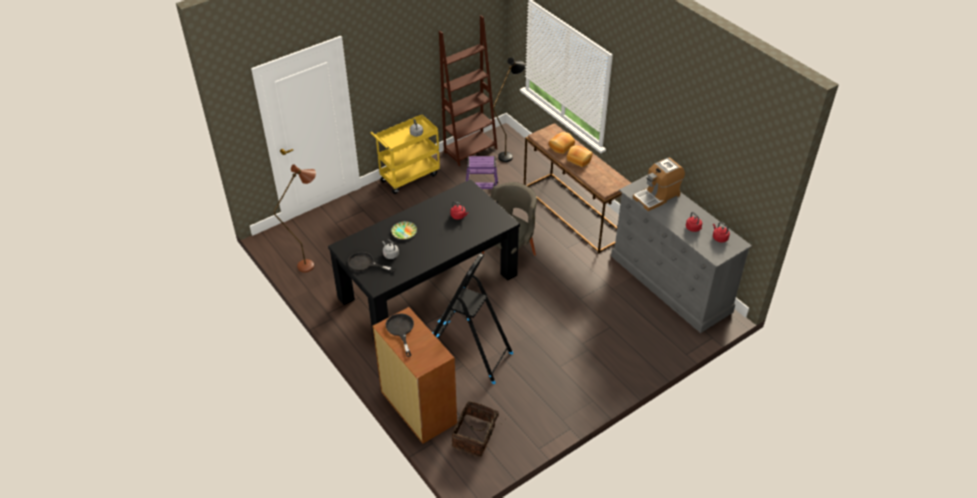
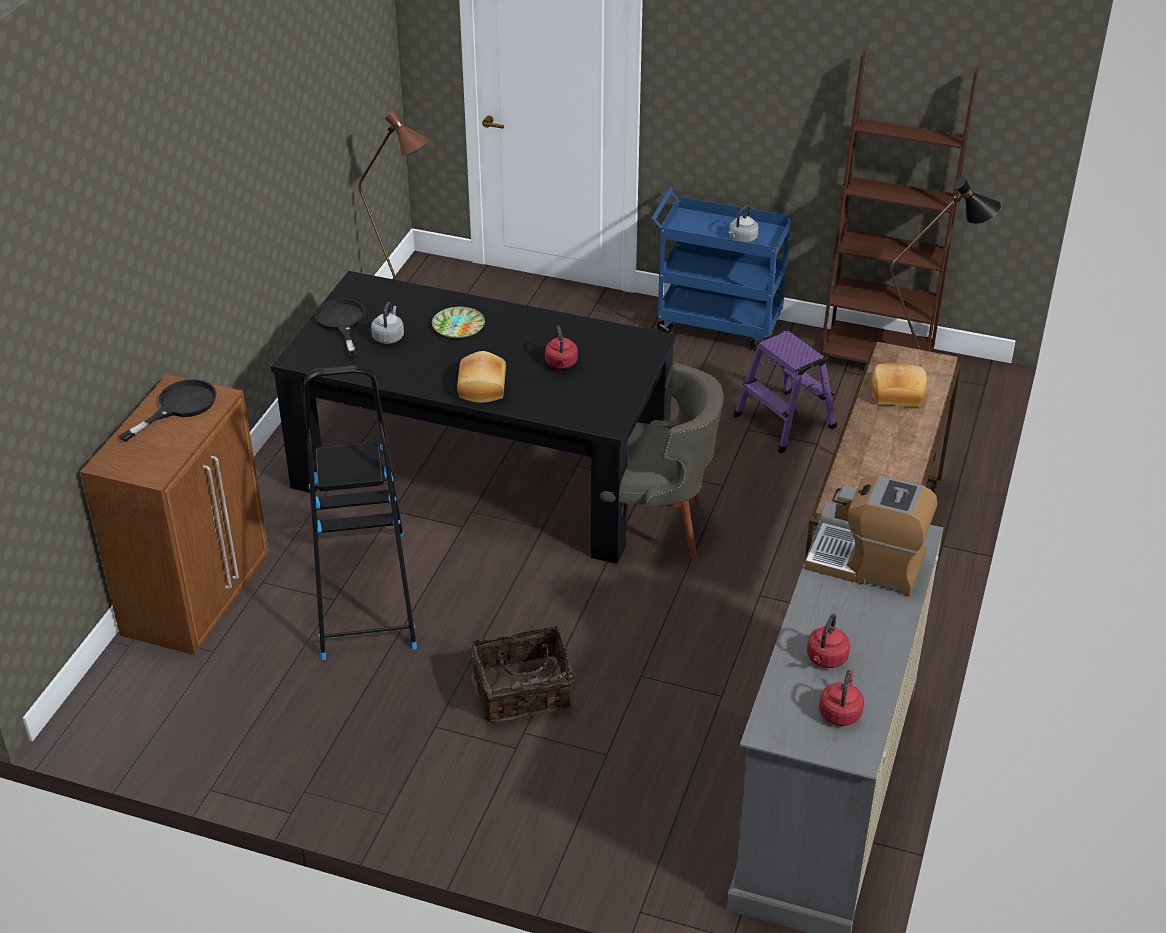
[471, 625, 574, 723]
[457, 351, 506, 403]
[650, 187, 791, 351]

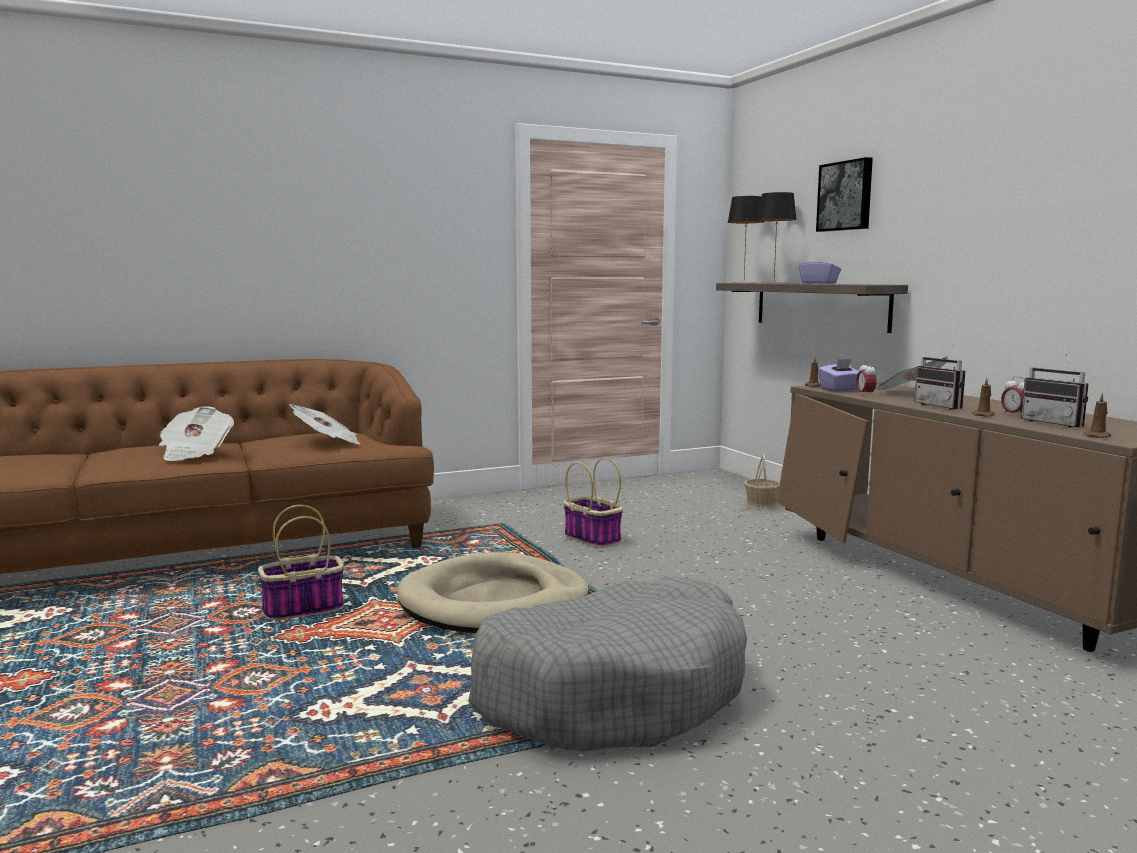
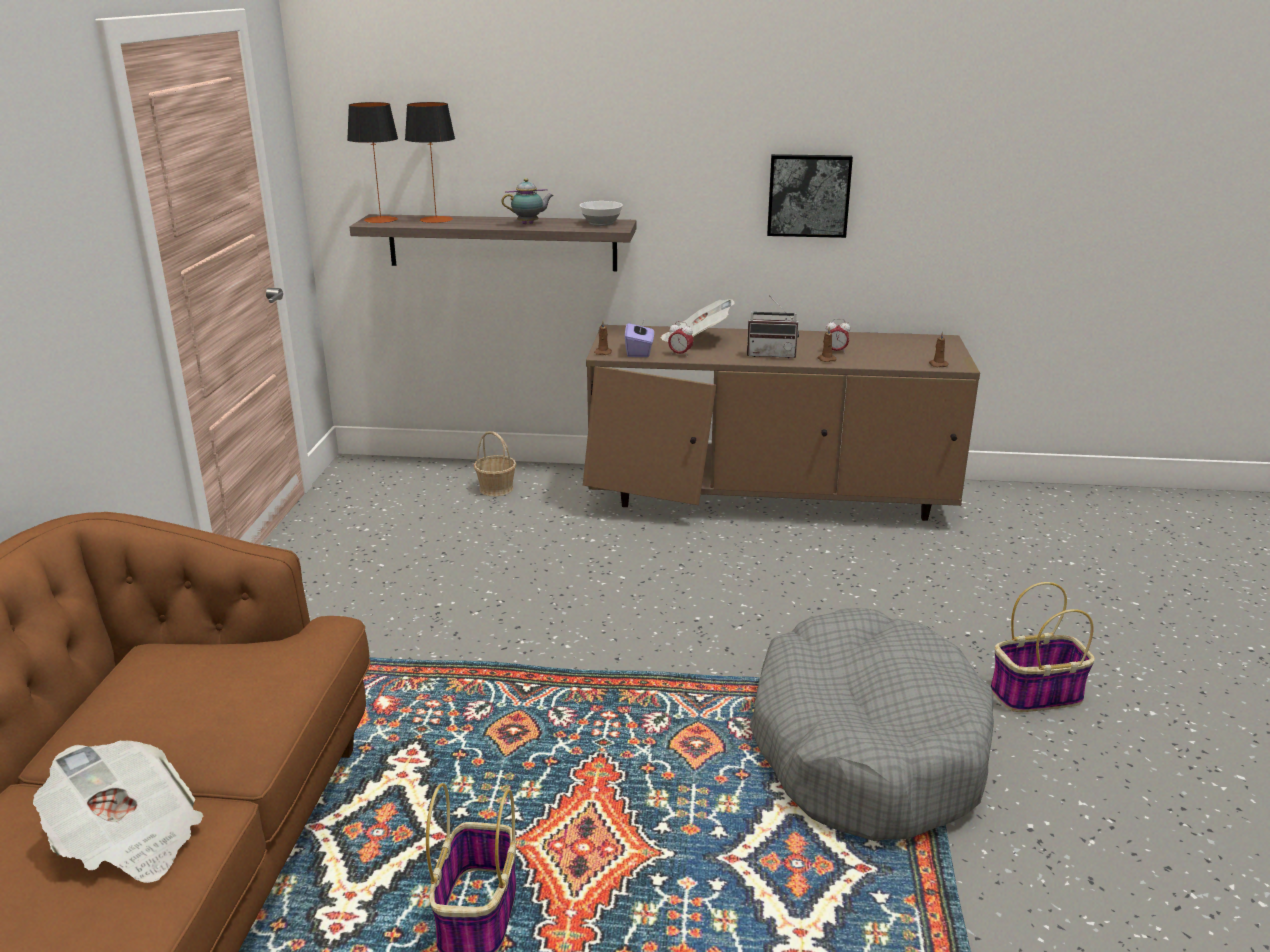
[289, 404, 360, 444] (first image)
[397, 552, 589, 633] (first image)
[1021, 354, 1088, 428] (first image)
[579, 201, 623, 226]
[991, 582, 1095, 712]
[767, 154, 853, 238]
[502, 178, 554, 224]

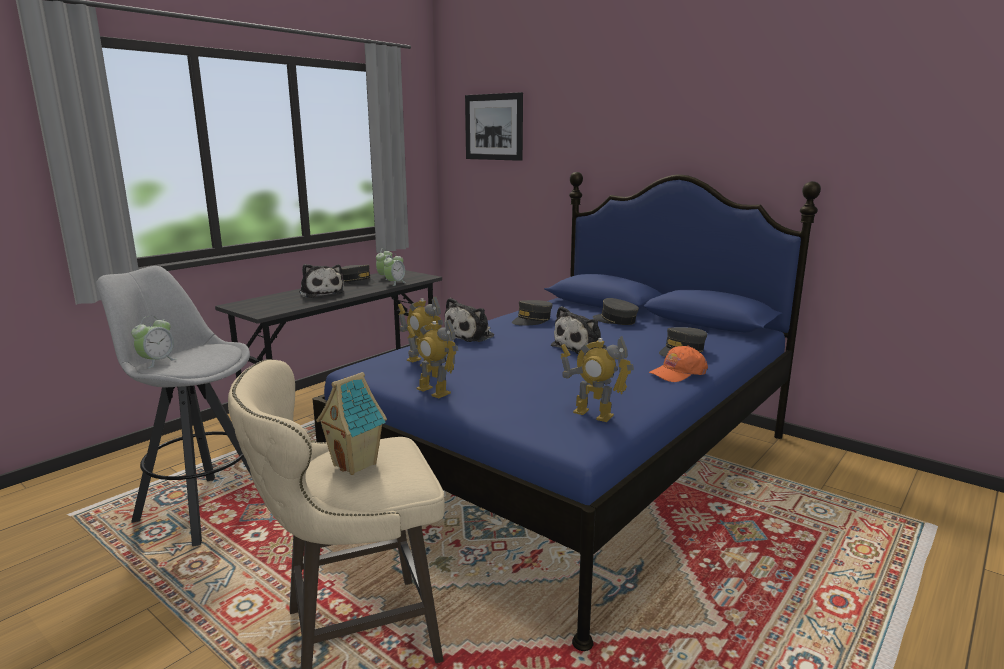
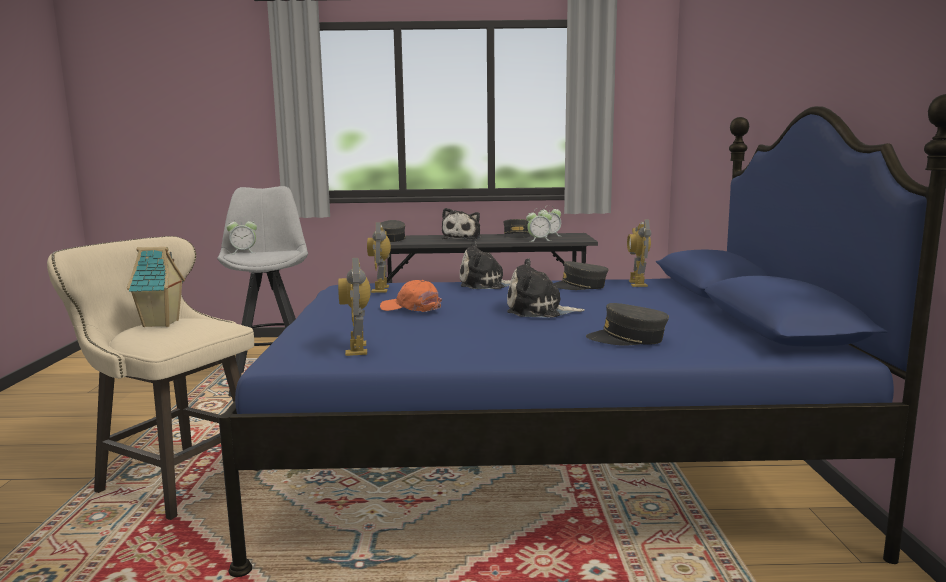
[465, 92, 523, 161] (first image)
[627, 219, 651, 287]
[381, 220, 406, 242]
[380, 280, 442, 312]

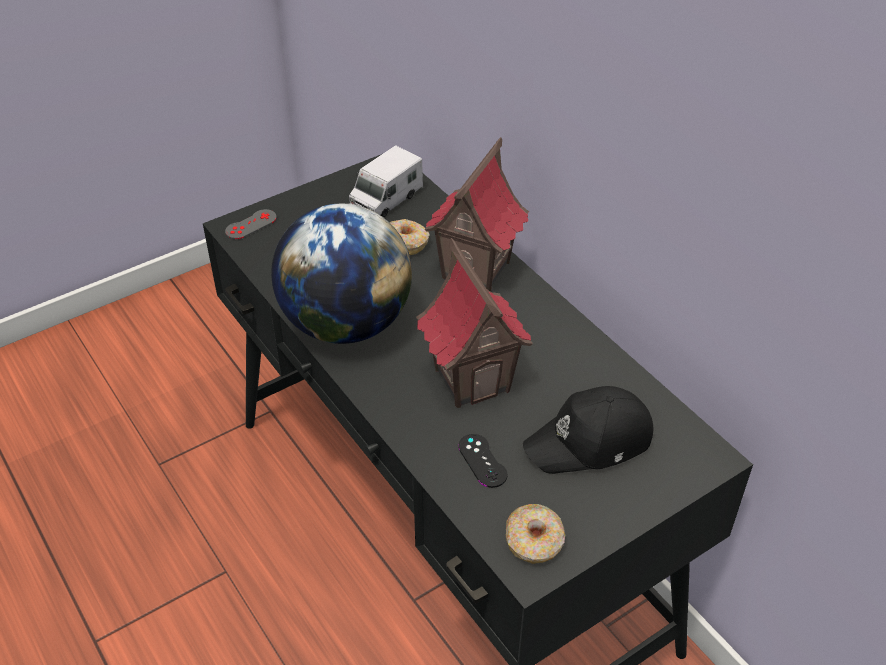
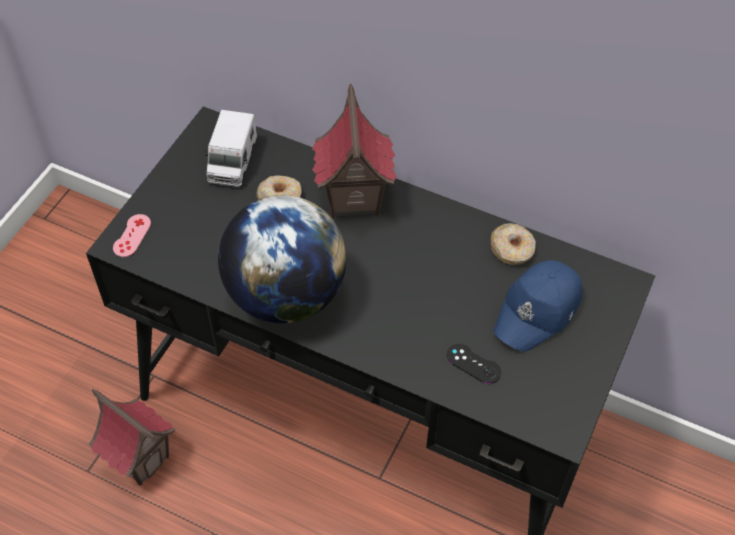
[88, 389, 175, 486]
[491, 223, 536, 265]
[113, 214, 151, 257]
[494, 260, 582, 352]

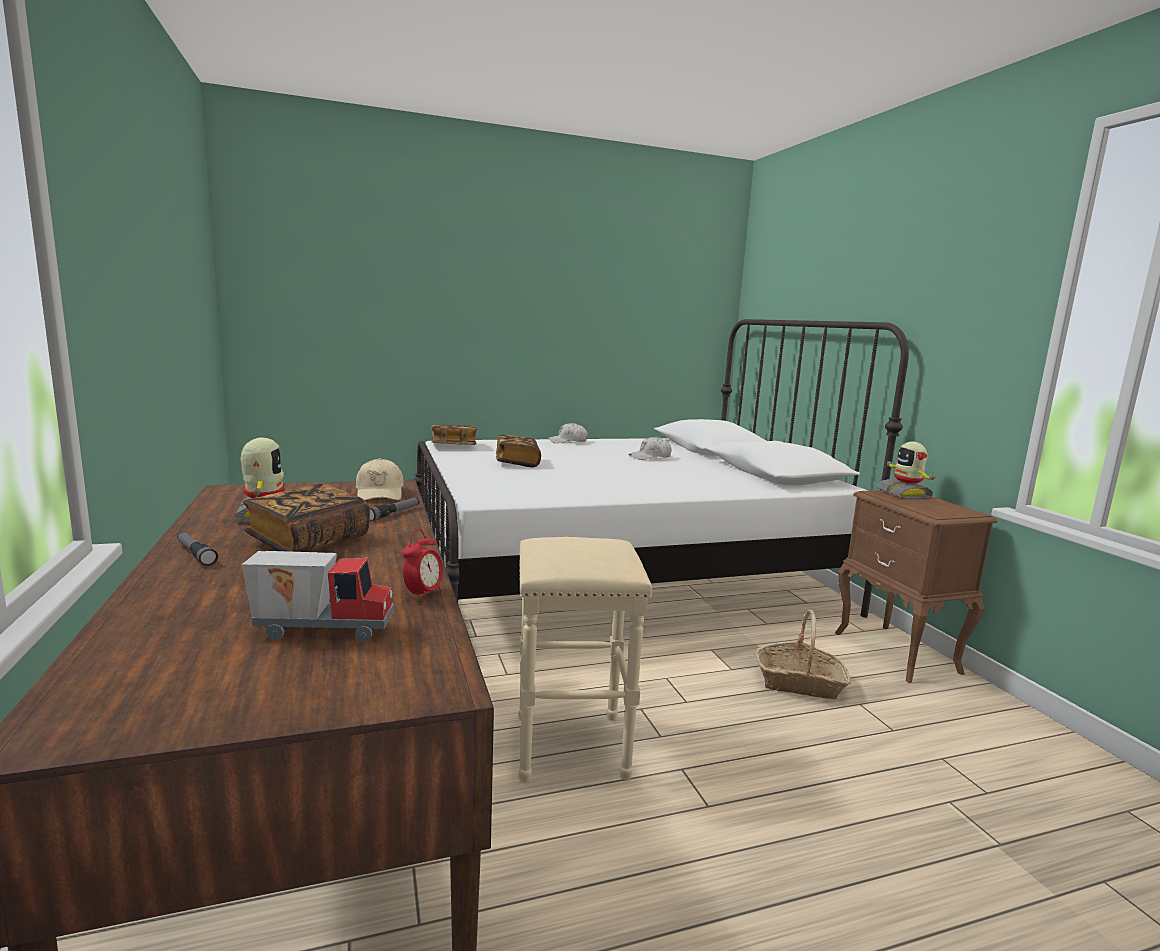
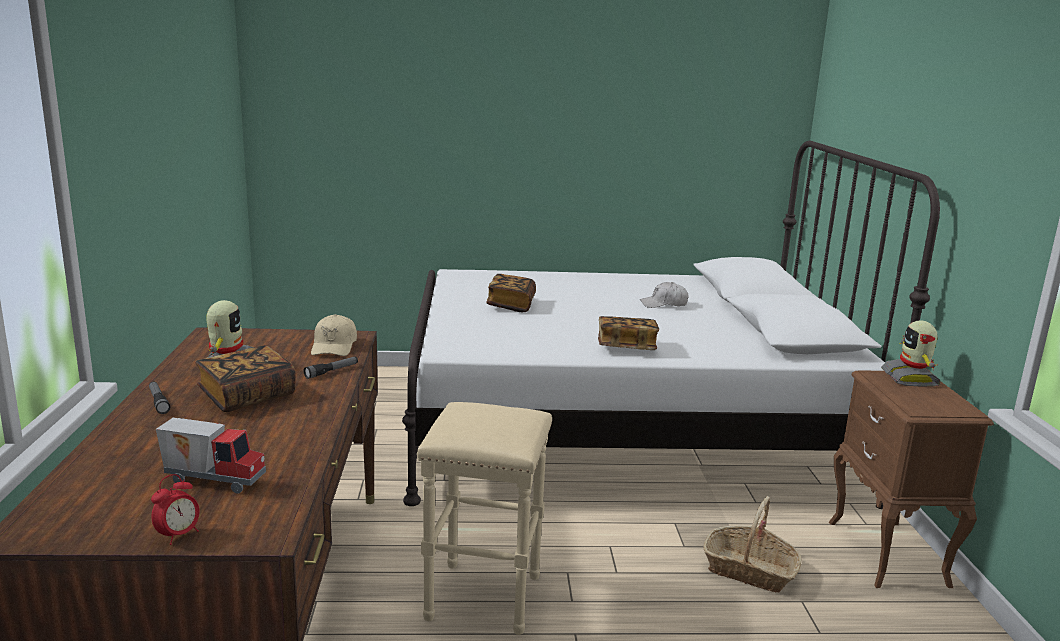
[548, 423, 588, 443] (first image)
[151, 474, 200, 545]
[598, 316, 659, 350]

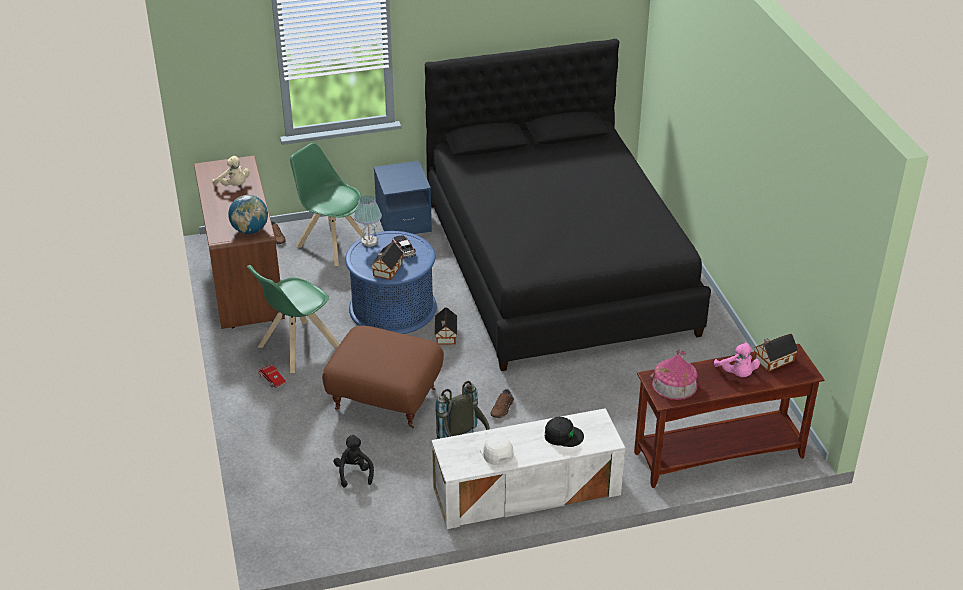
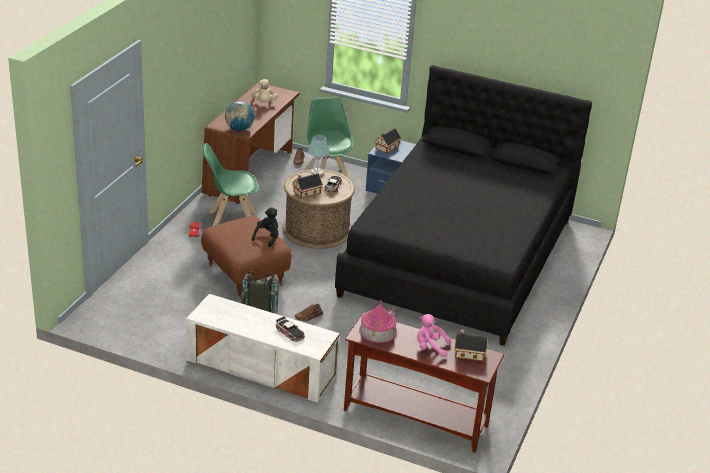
[480, 435, 513, 465] (first image)
[252, 207, 279, 247]
[374, 128, 401, 153]
[276, 317, 305, 342]
[283, 169, 355, 249]
[417, 314, 451, 357]

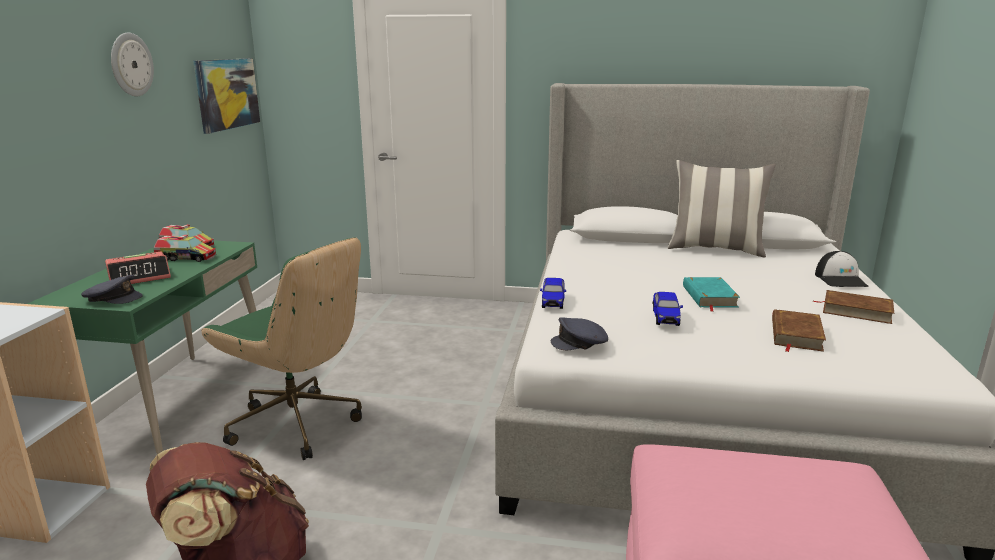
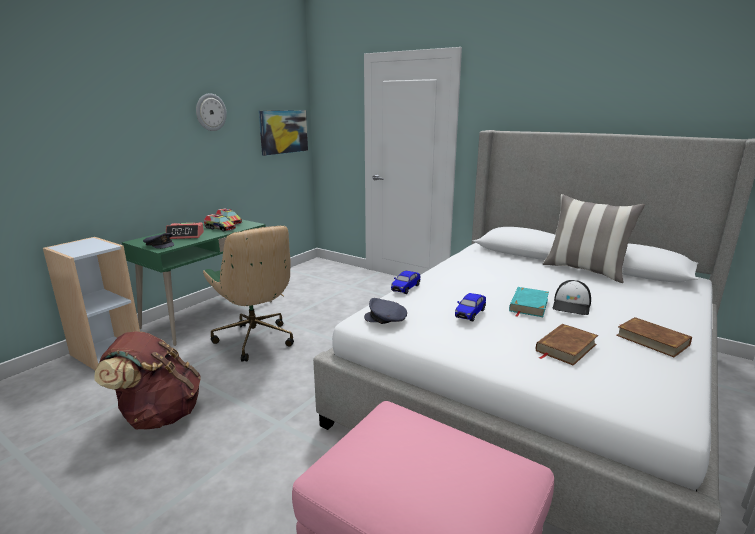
[553, 280, 591, 315]

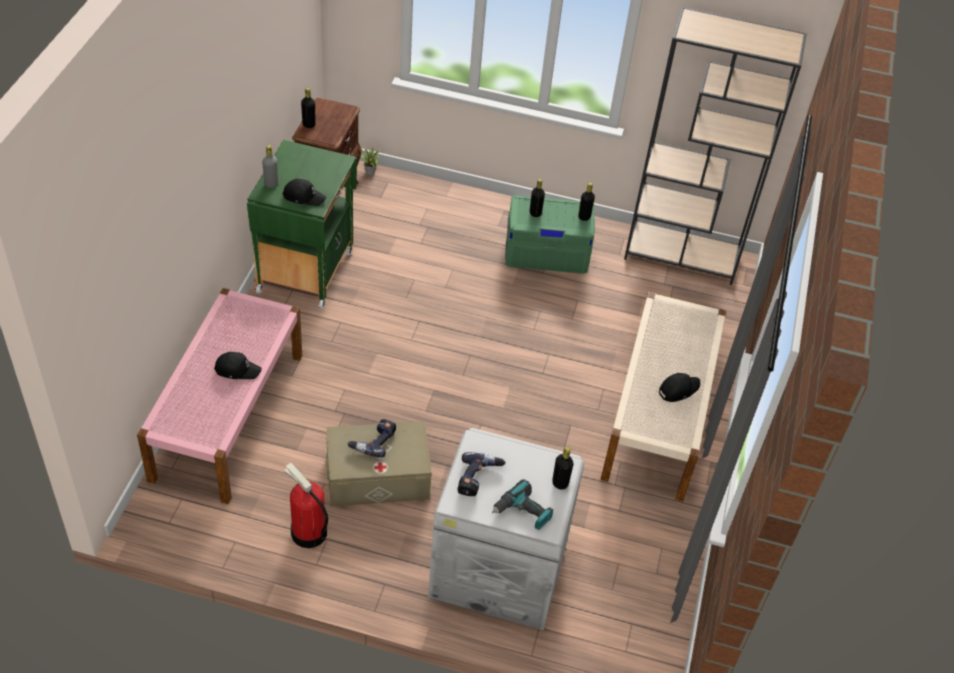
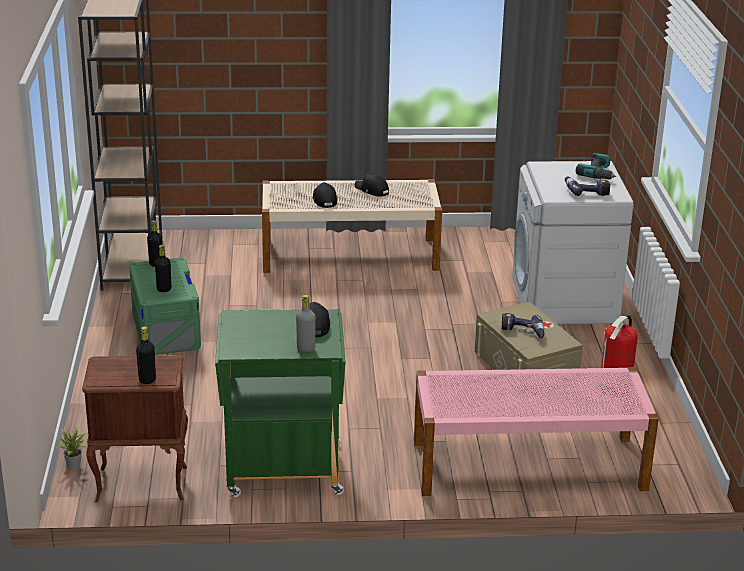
[552, 446, 574, 490] (first image)
[313, 182, 337, 208]

